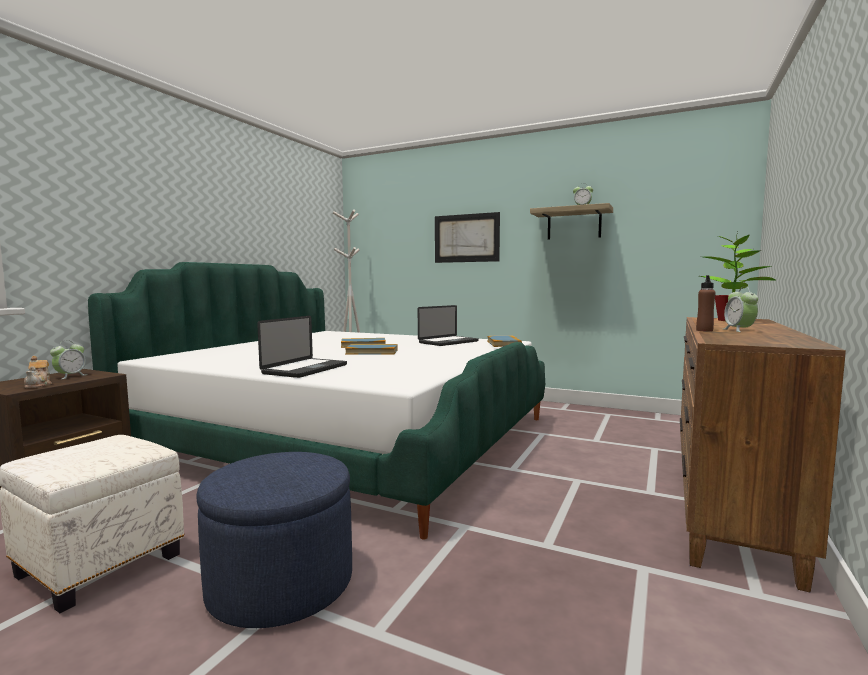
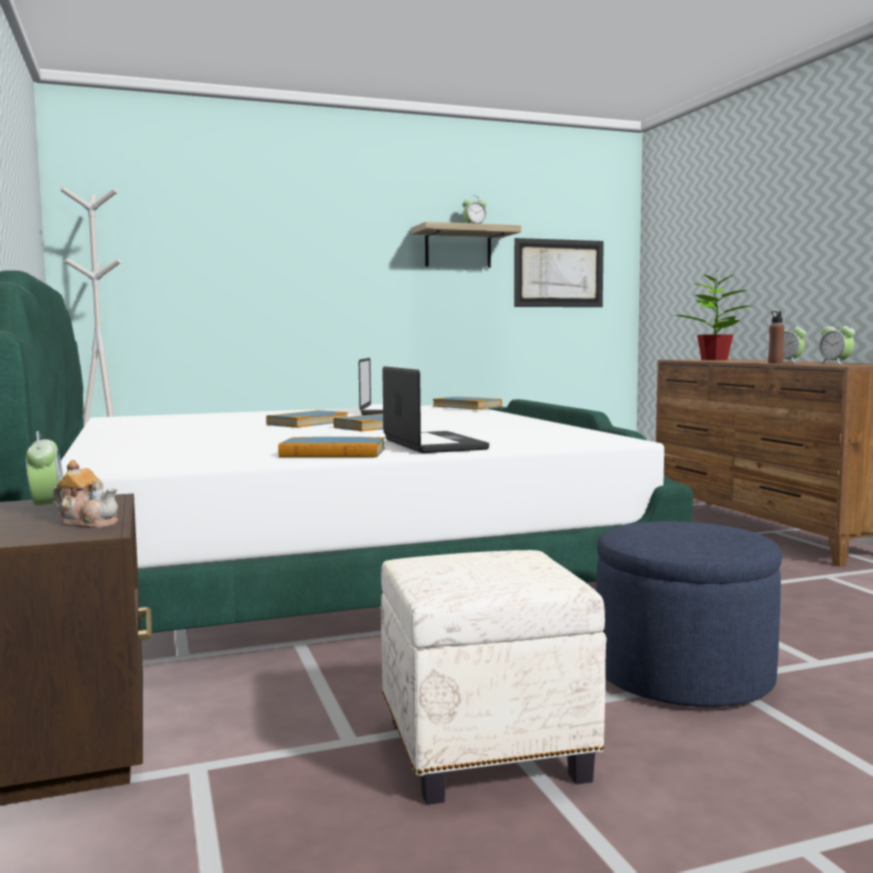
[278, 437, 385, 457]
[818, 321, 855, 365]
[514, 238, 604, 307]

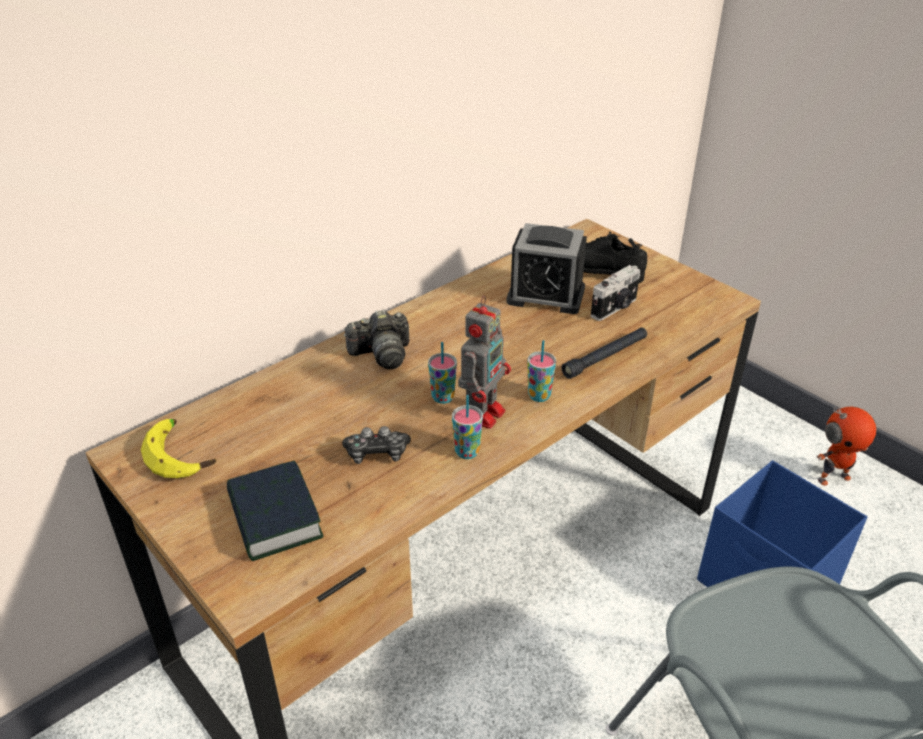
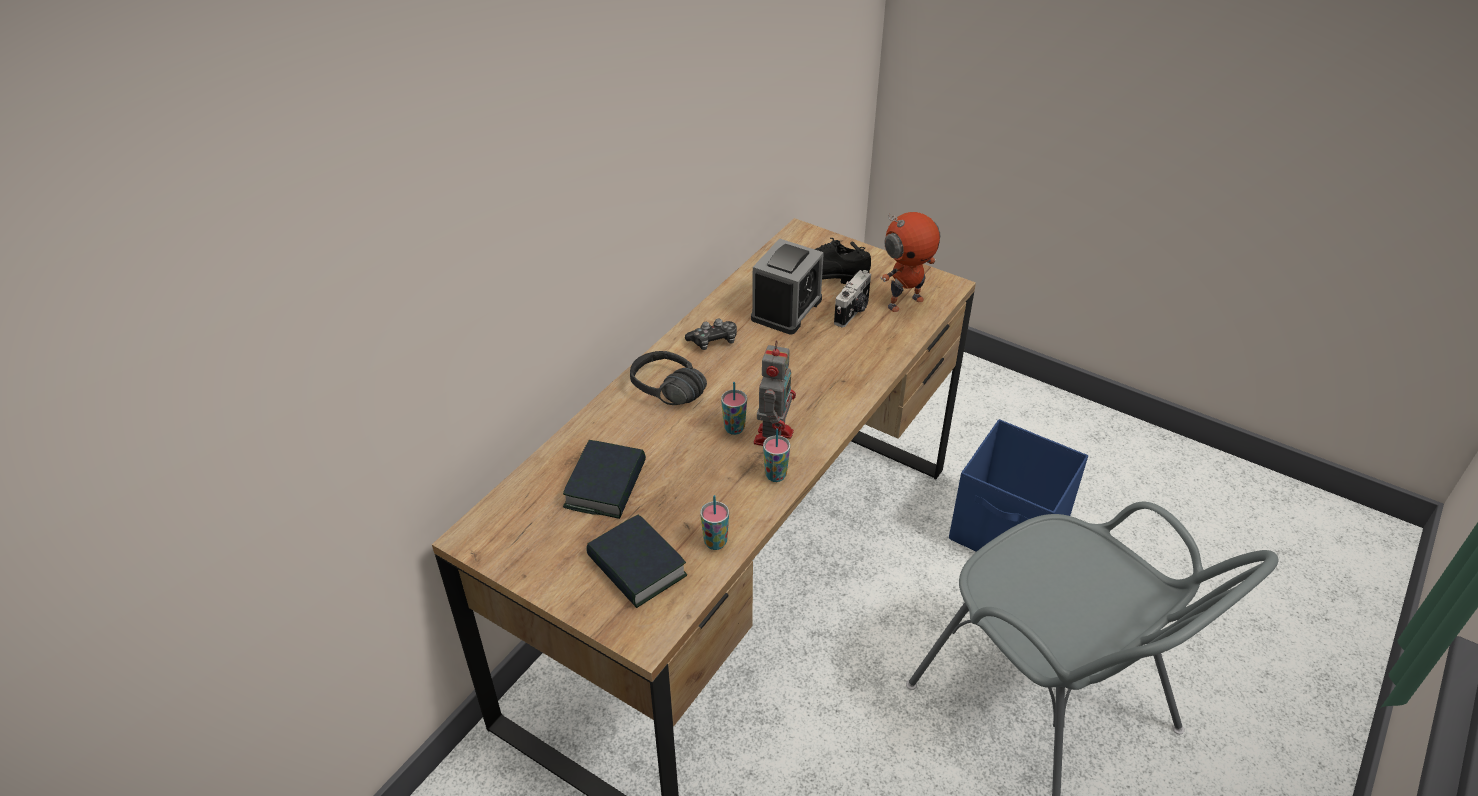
[141, 419, 216, 478] (first image)
[561, 327, 647, 379] (first image)
[563, 440, 646, 519]
[685, 319, 737, 350]
[700, 495, 729, 550]
[881, 212, 940, 312]
[630, 351, 707, 405]
[751, 238, 824, 334]

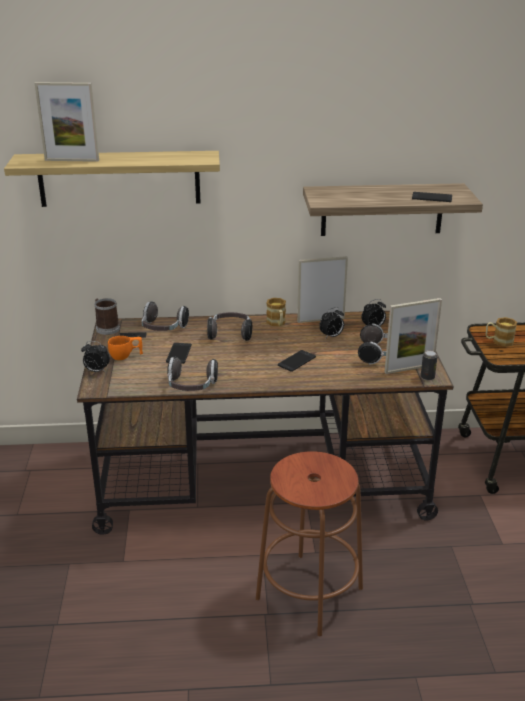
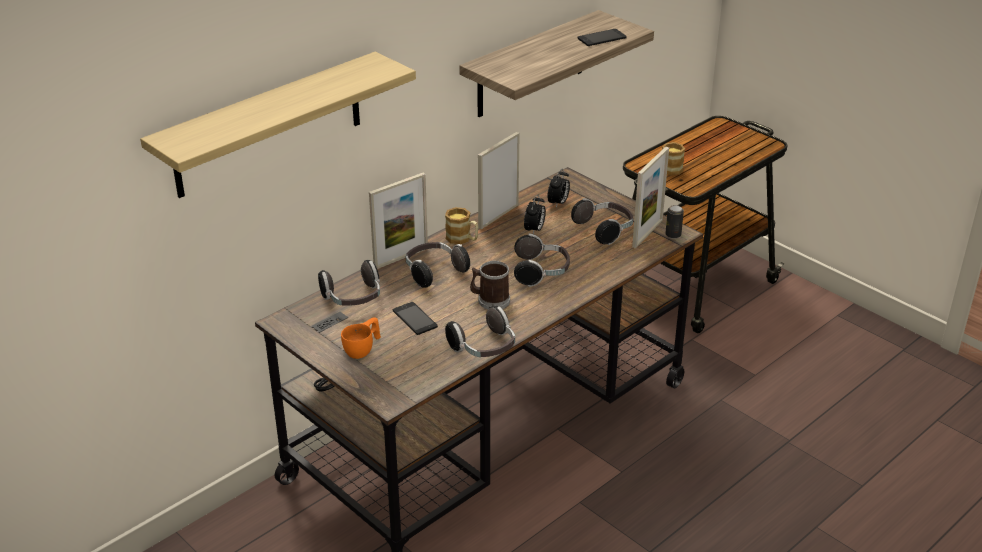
[81, 341, 110, 372] (first image)
[256, 451, 363, 636] (first image)
[369, 173, 428, 269]
[470, 261, 510, 309]
[514, 234, 570, 287]

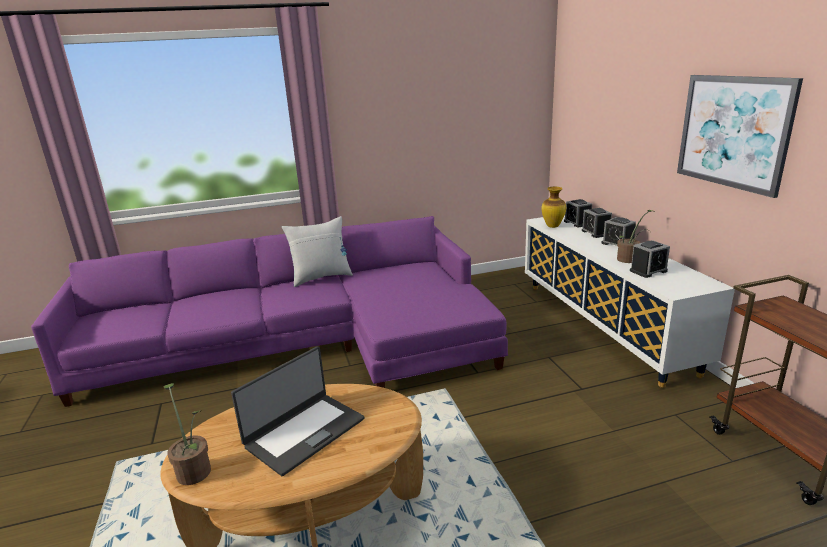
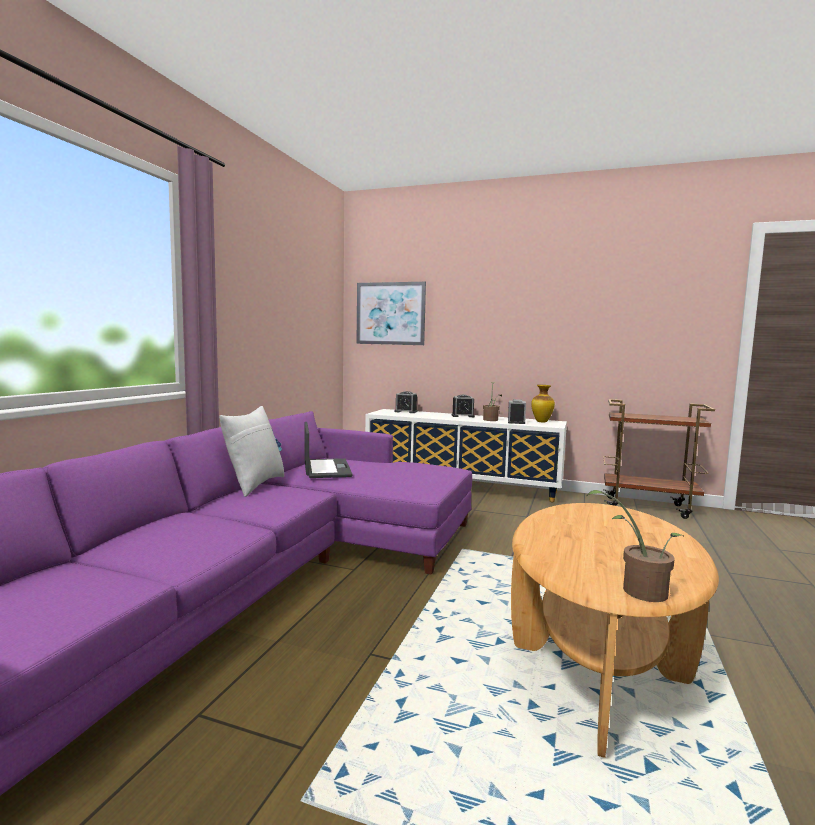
[582, 208, 612, 238] (first image)
[304, 422, 353, 478]
[531, 385, 555, 422]
[356, 282, 426, 345]

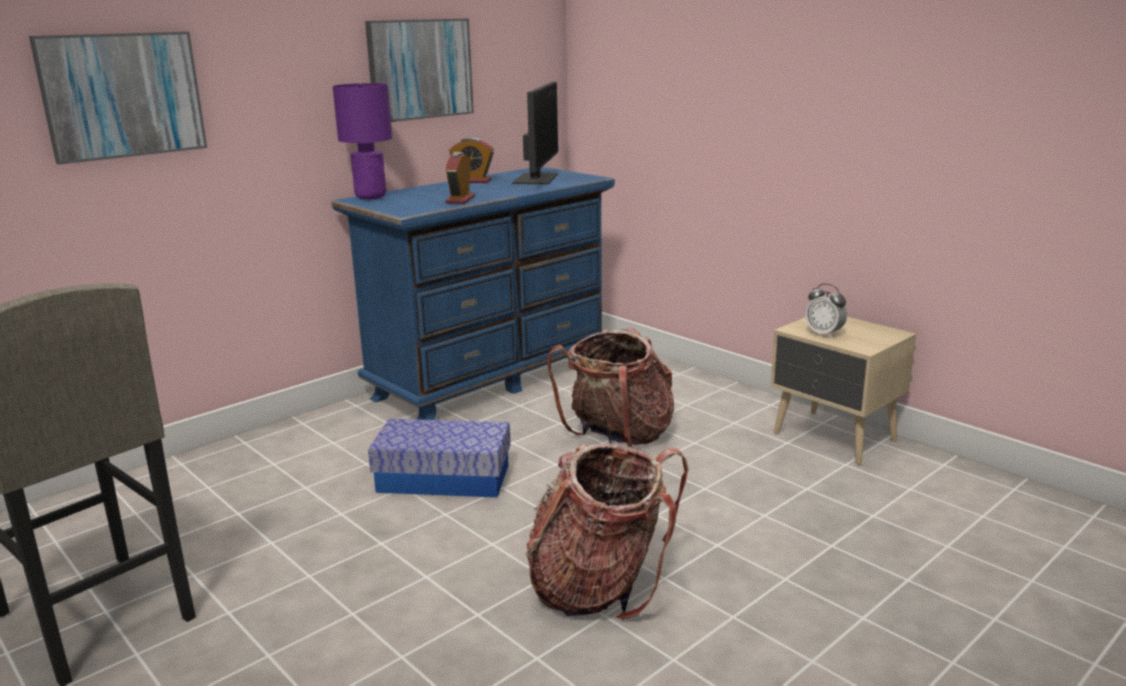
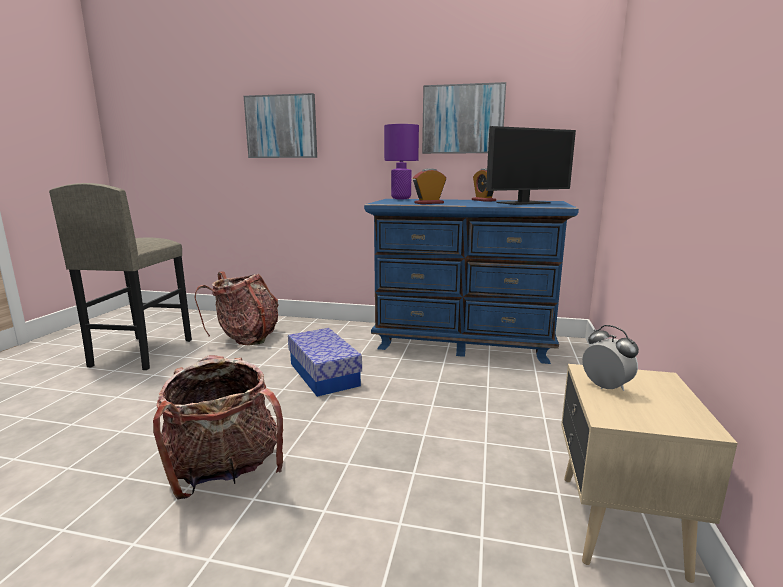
[194, 271, 278, 346]
[582, 325, 639, 391]

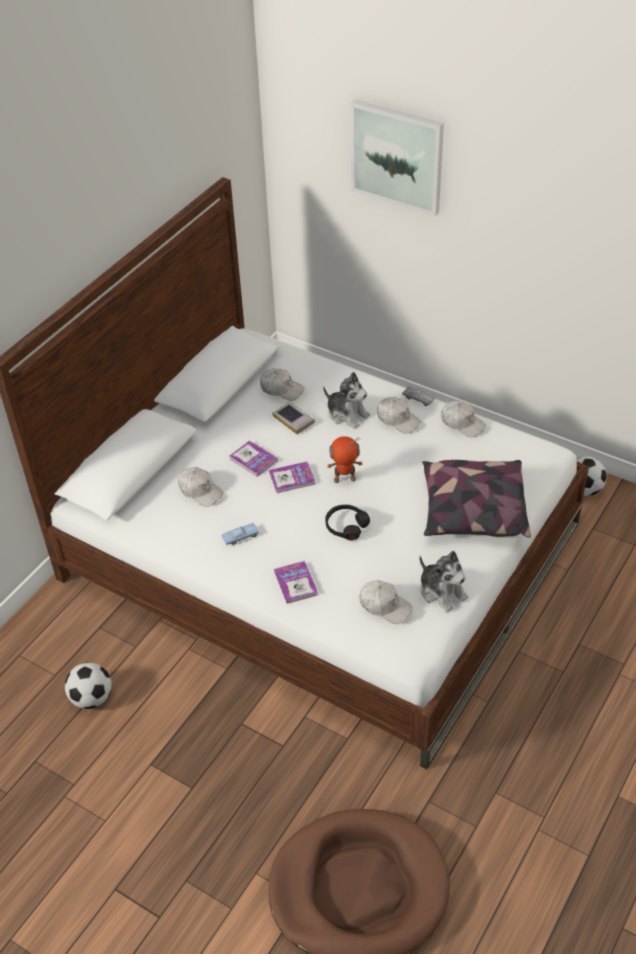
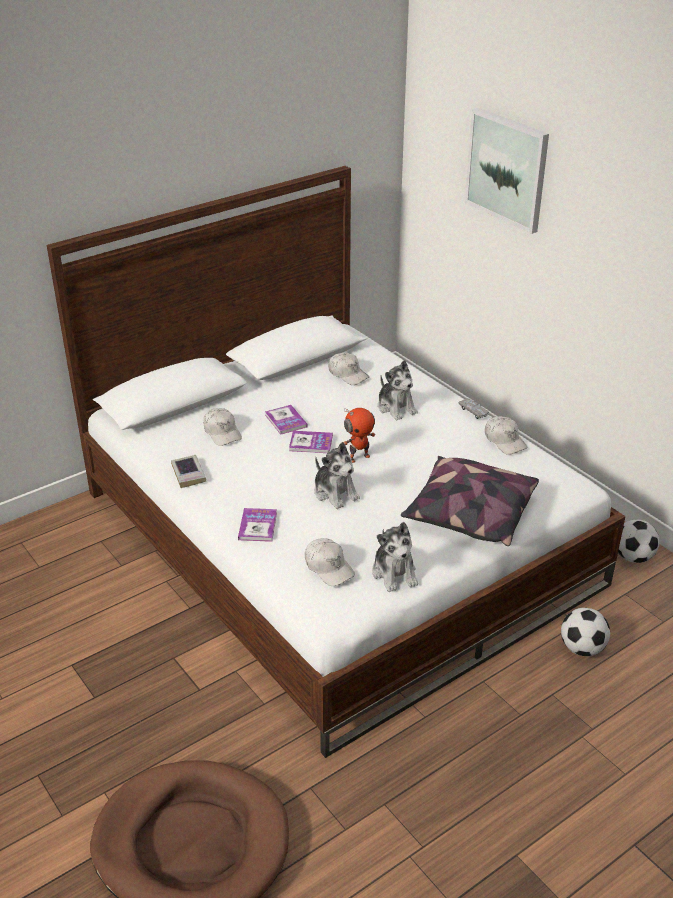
[221, 523, 259, 545] (first image)
[377, 397, 421, 434] (first image)
[561, 608, 610, 656]
[171, 455, 206, 488]
[314, 442, 360, 509]
[344, 408, 376, 463]

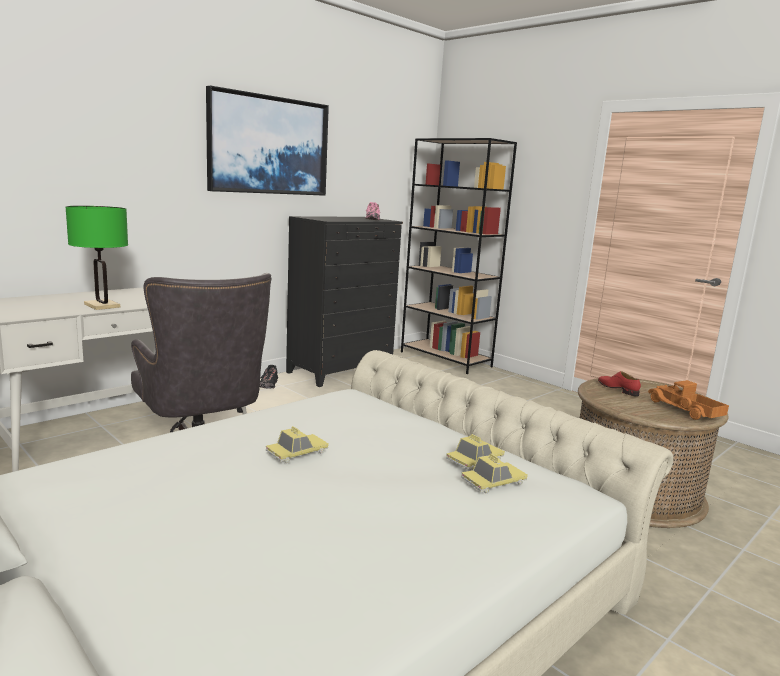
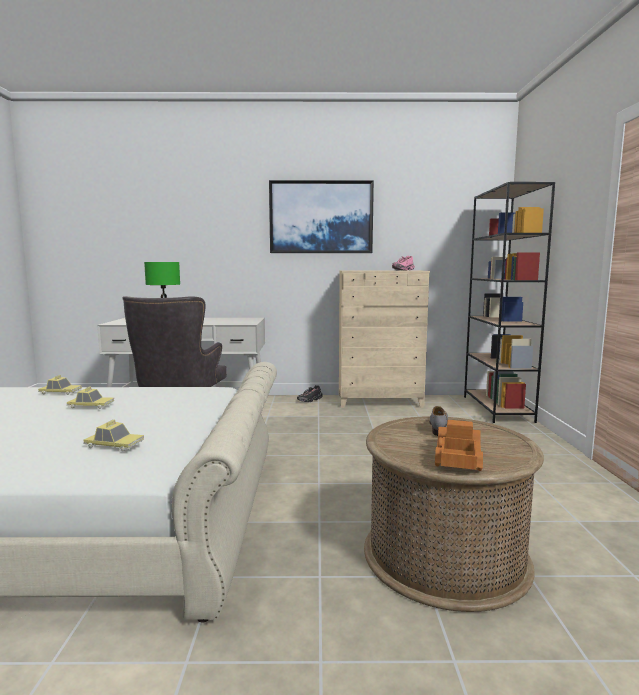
[38, 375, 82, 395]
[339, 271, 430, 408]
[429, 406, 448, 436]

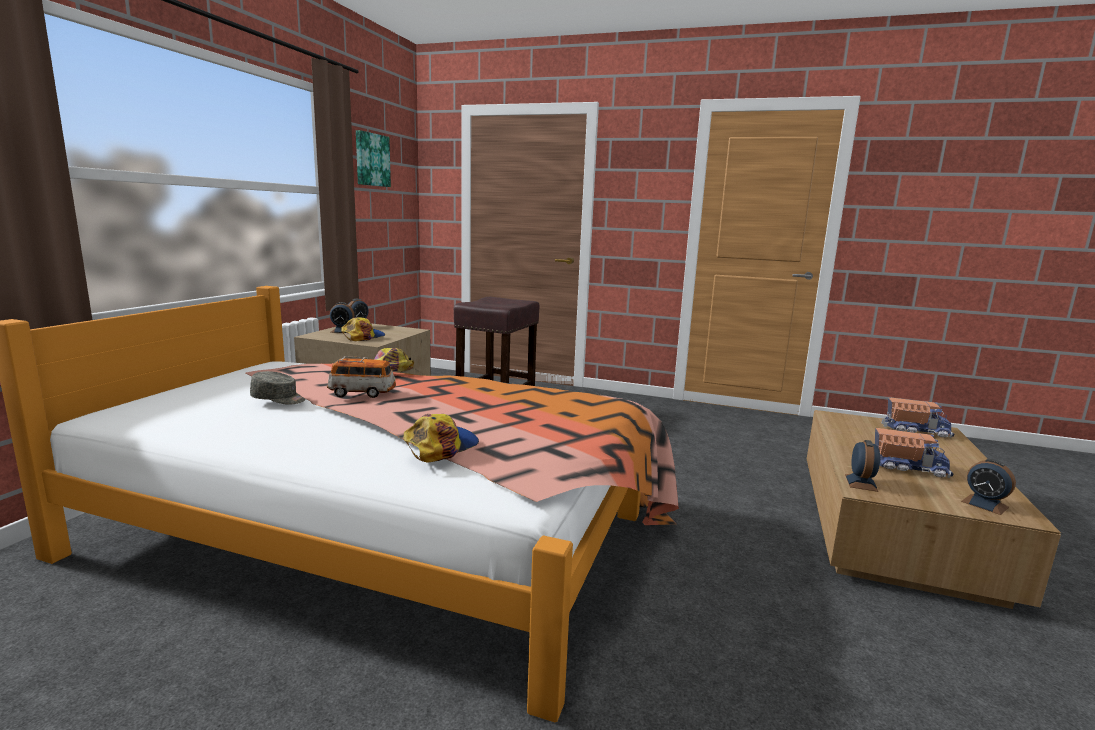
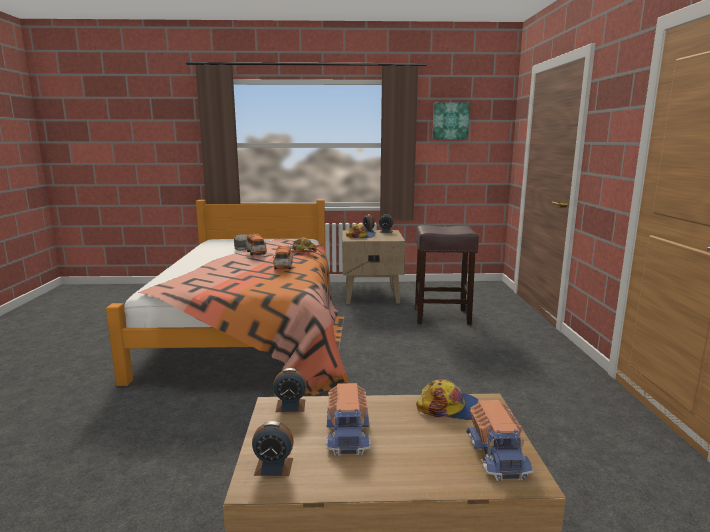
[273, 245, 293, 269]
[416, 379, 478, 420]
[252, 421, 294, 476]

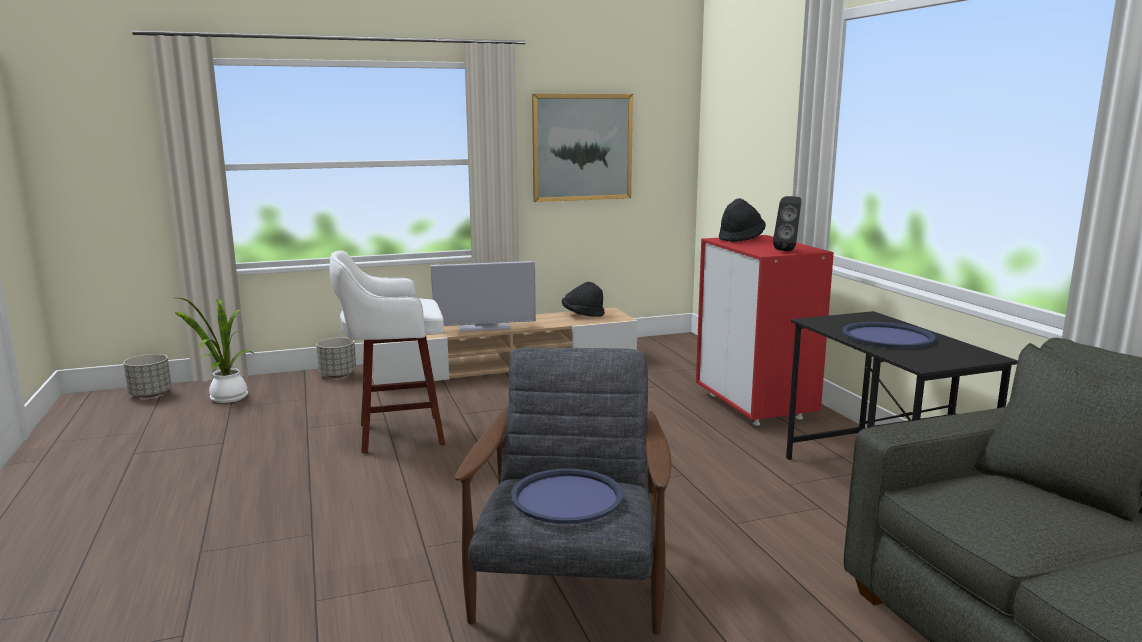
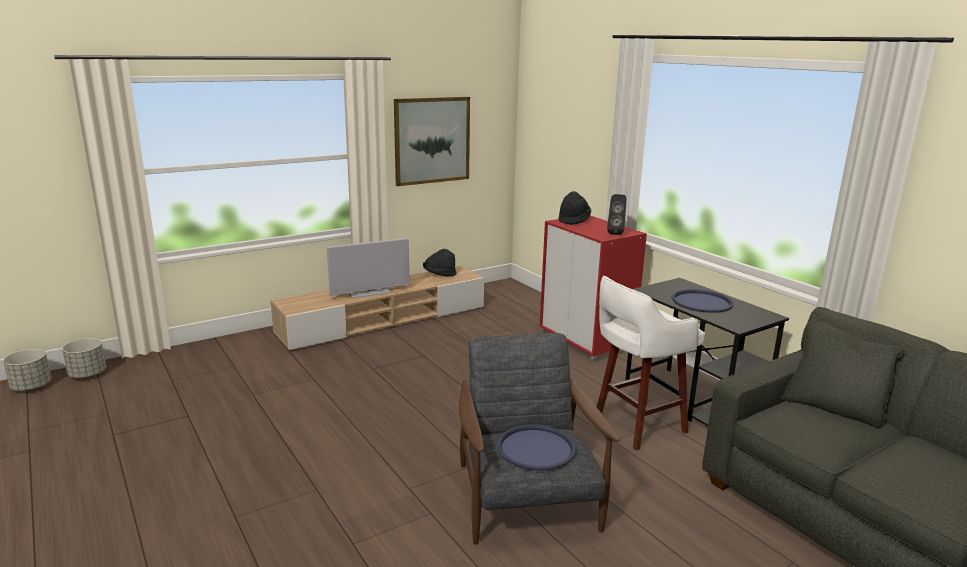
[175, 298, 254, 403] (first image)
[3, 349, 51, 391]
[597, 276, 705, 450]

